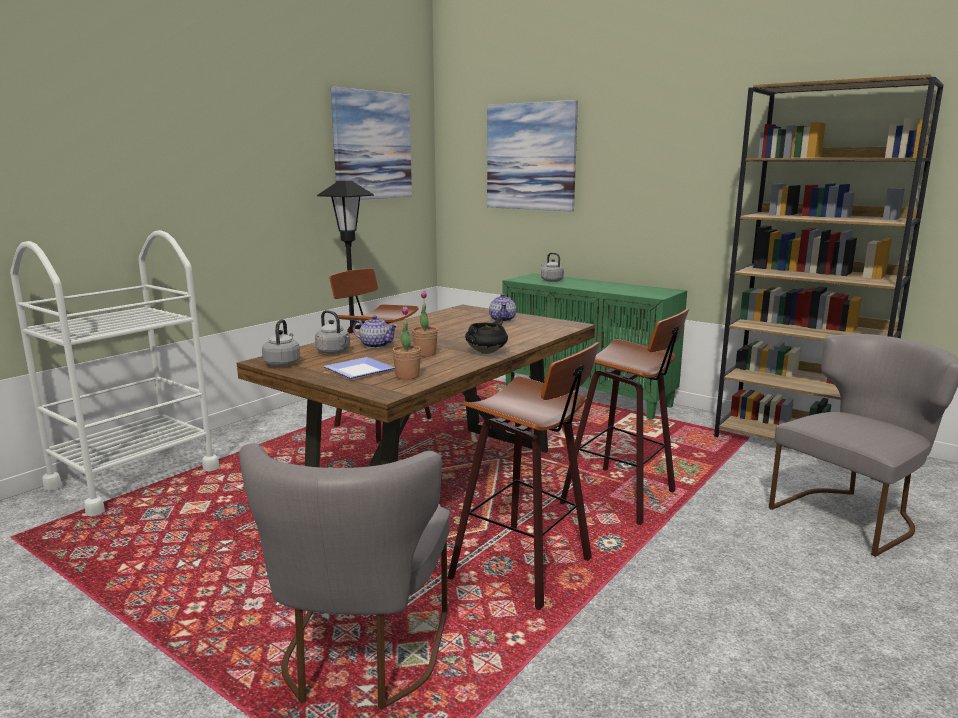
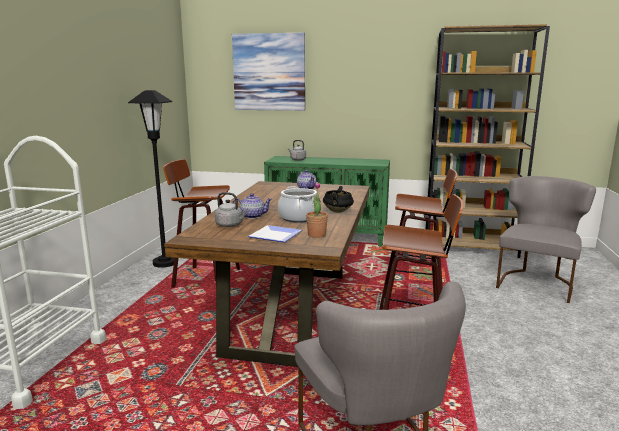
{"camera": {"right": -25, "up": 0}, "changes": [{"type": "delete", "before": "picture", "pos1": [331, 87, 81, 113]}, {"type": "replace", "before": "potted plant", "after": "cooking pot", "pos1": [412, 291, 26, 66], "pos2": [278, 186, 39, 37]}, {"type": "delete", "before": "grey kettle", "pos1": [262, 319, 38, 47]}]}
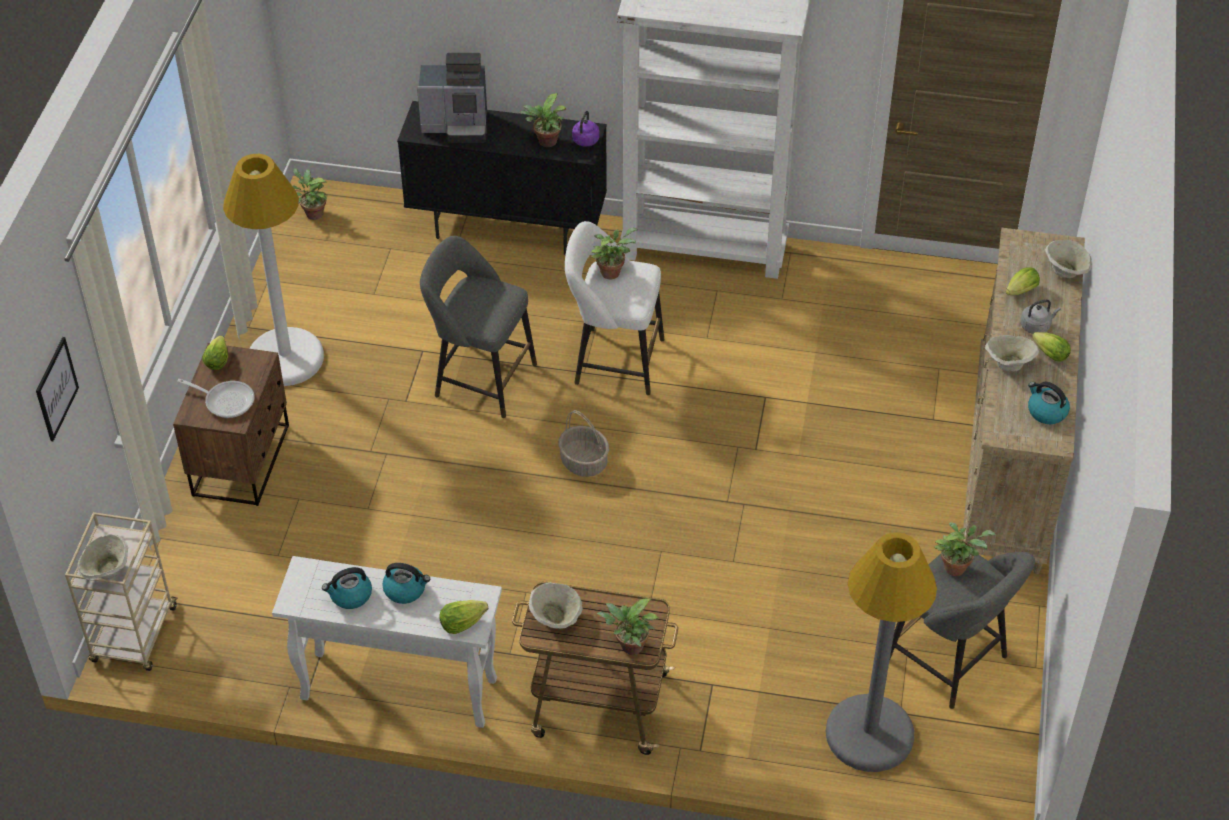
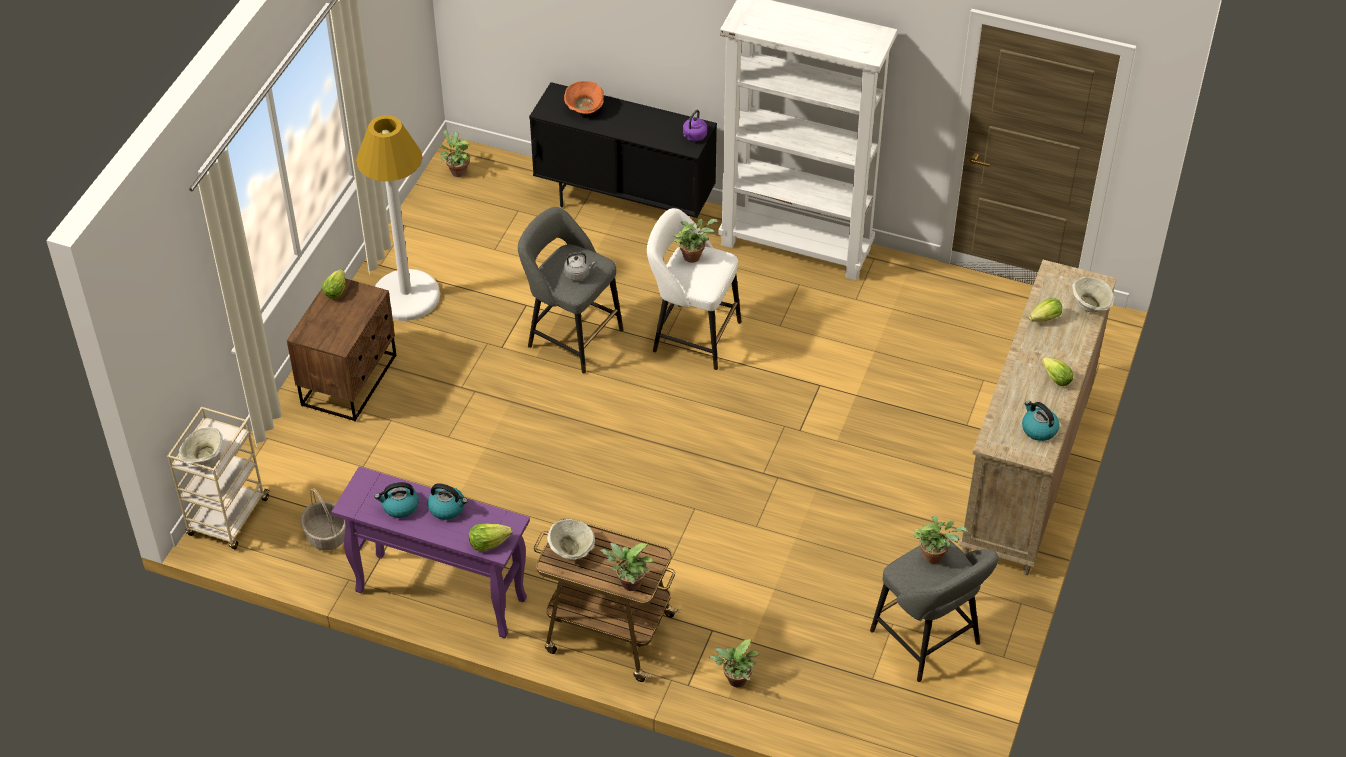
{"camera": {"right": 10, "up": 0}, "changes": [{"type": "replace", "before": "coffee machine", "after": "orange bowl", "pos1": [417, 53, 70, 90], "pos2": [564, 81, 40, 33]}, {"type": "move", "before": "potted plant", "pos1": [519, 93, 47, 54], "pos2": [709, 639, 50, 49]}, {"type": "move", "before": "grey kettle", "pos1": [1021, 300, 40, 34], "pos2": [564, 252, 33, 29]}, {"type": "delete", "before": "beige bowl", "pos1": [985, 335, 54, 37]}, {"type": "delete", "before": "picture", "pos1": [36, 337, 43, 104]}, {"type": "delete", "before": "frying pan", "pos1": [177, 379, 77, 39]}, {"type": "move", "before": "basket", "pos1": [559, 410, 50, 67], "pos2": [301, 488, 44, 62]}, {"type": "delete", "before": "grey floor lamp", "pos1": [826, 532, 111, 240]}, {"type": "recolor", "before": "white console table", "after": "purple console table", "pos1": [272, 556, 230, 172], "pos2": [331, 466, 199, 172]}]}
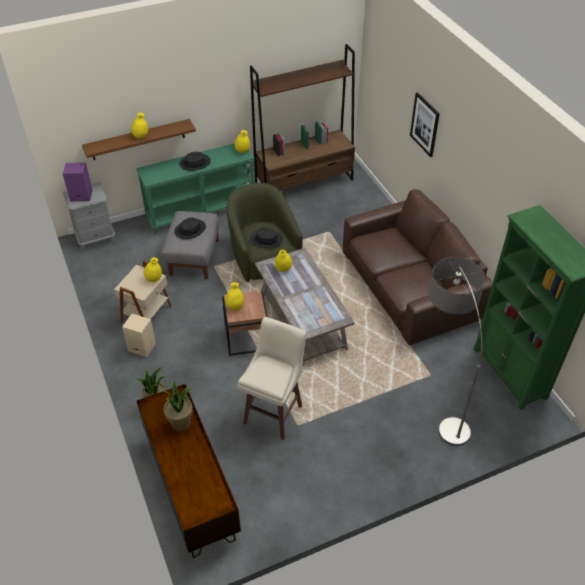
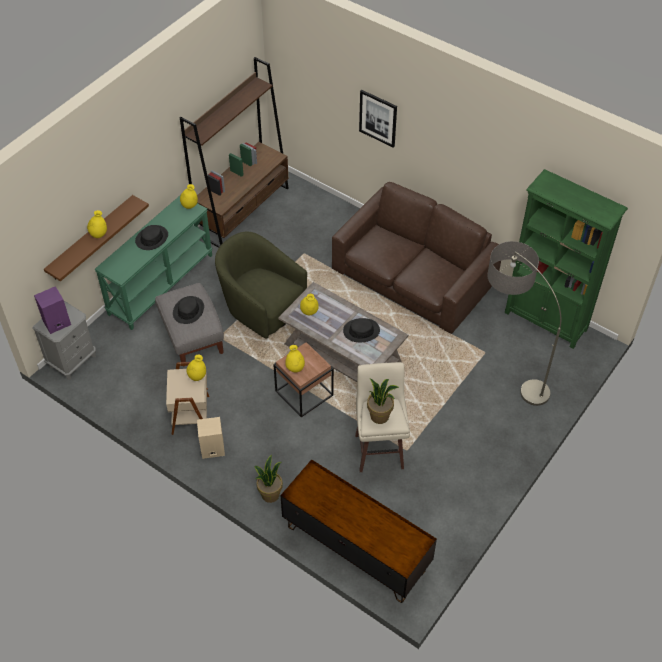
{"camera": {"right": -30, "up": 5}, "changes": [{"type": "move", "before": "black hat", "pos1": [250, 227, 33, 21], "pos2": [343, 318, 37, 24]}, {"type": "move", "before": "potted plant", "pos1": [164, 380, 29, 51], "pos2": [367, 378, 32, 46]}]}
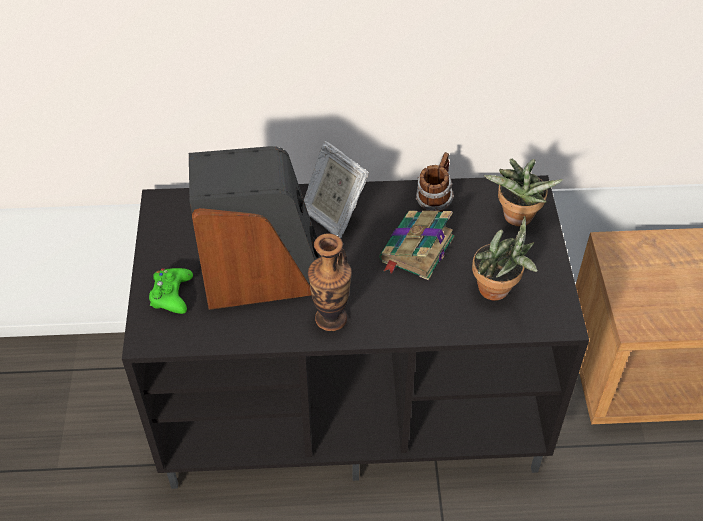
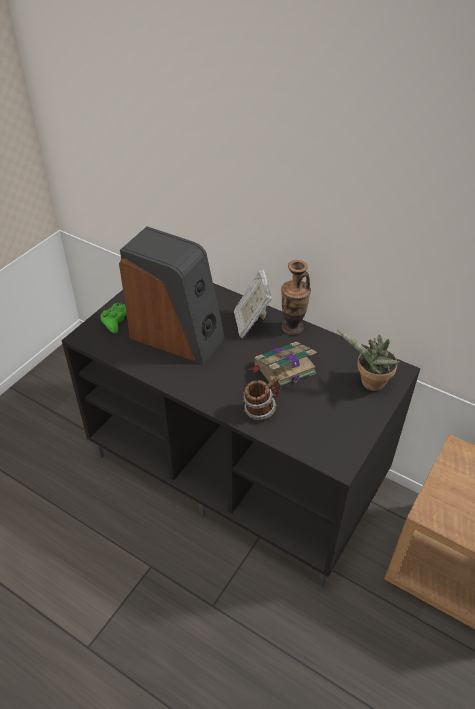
{"camera": {"right": 35, "up": -5}, "changes": [{"type": "move", "before": "mug", "pos1": [416, 152, 38, 60], "pos2": [243, 376, 38, 45]}, {"type": "delete", "before": "potted plant", "pos1": [472, 216, 66, 85]}, {"type": "move", "before": "vase", "pos1": [308, 233, 44, 98], "pos2": [281, 260, 30, 75]}]}
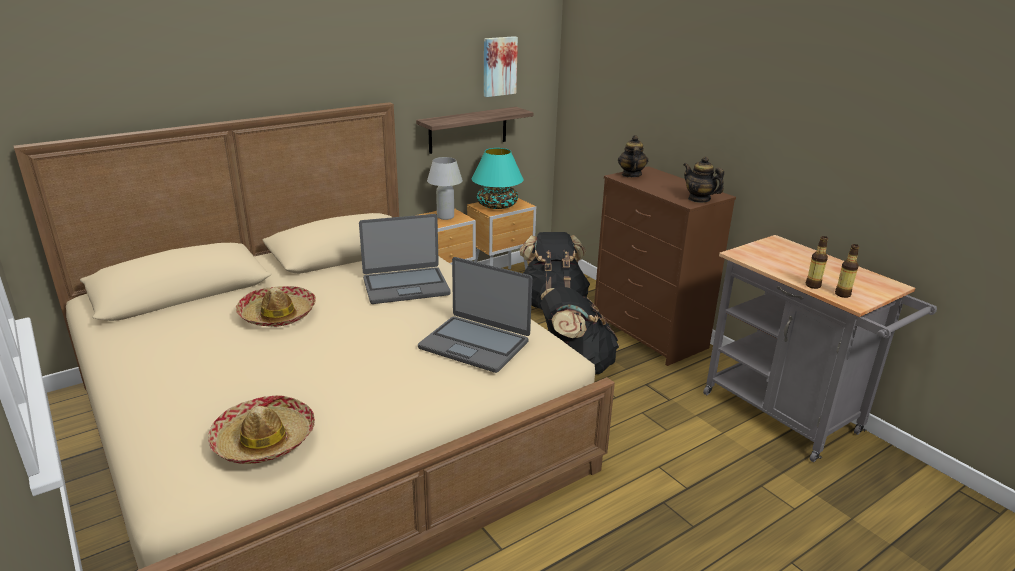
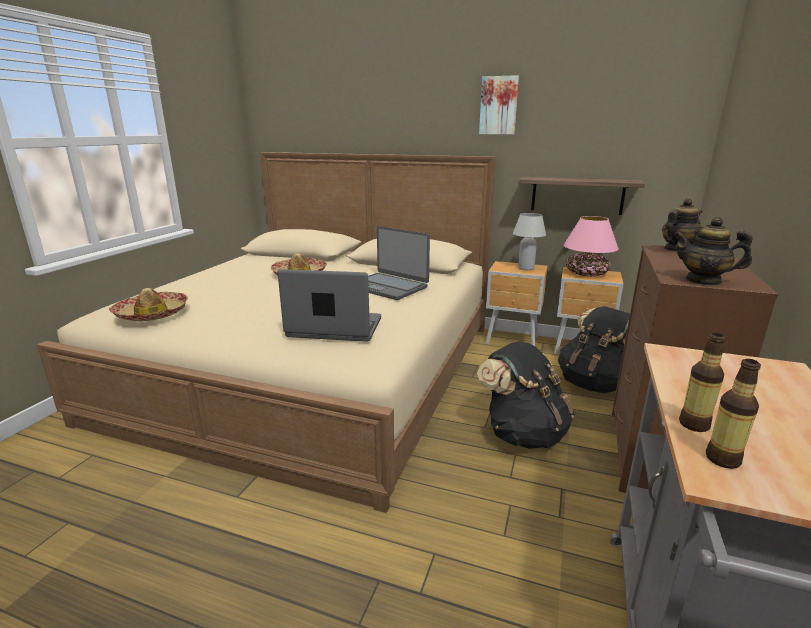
{"camera": {"right": 55, "up": -5}, "changes": [{"type": "move", "before": "picture", "pos1": [484, 36, 34, 61], "pos2": [479, 75, 40, 59]}, {"type": "recolor", "before": "turquoise table lamp", "after": "pink table lamp", "pos1": [472, 148, 52, 61], "pos2": [563, 216, 56, 60]}, {"type": "rotate", "before": "teapot", "pos1": [683, 156, 41, 47], "pos2": [674, 217, 79, 69], "turn": -75}, {"type": "rotate", "before": "laptop", "pos1": [418, 257, 114, 116], "pos2": [278, 269, 103, 73], "turn": 105}]}
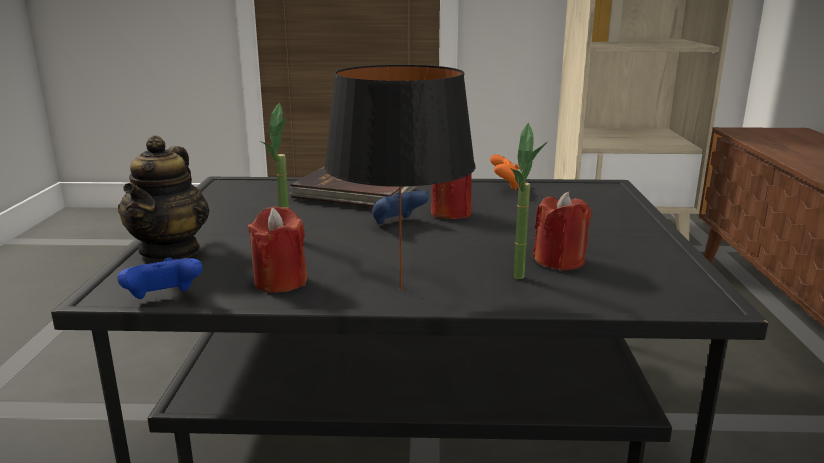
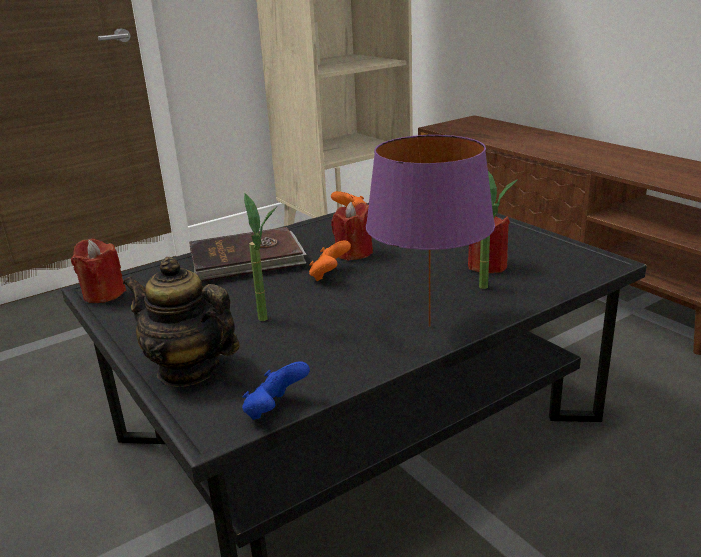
{"camera": {"right": -35, "up": 5}, "changes": [{"type": "recolor", "before": "black table lamp", "after": "purple table lamp", "pos1": [324, 65, 152, 225], "pos2": [366, 135, 129, 192]}, {"type": "rotate", "before": "teapot", "pos1": [118, 135, 92, 126], "pos2": [123, 257, 117, 130], "turn": 150}, {"type": "recolor", "before": "blue game controller", "after": "orange game controller", "pos1": [372, 191, 57, 34], "pos2": [309, 240, 42, 41]}, {"type": "move", "before": "red candle", "pos1": [248, 206, 59, 87], "pos2": [71, 238, 55, 65]}]}
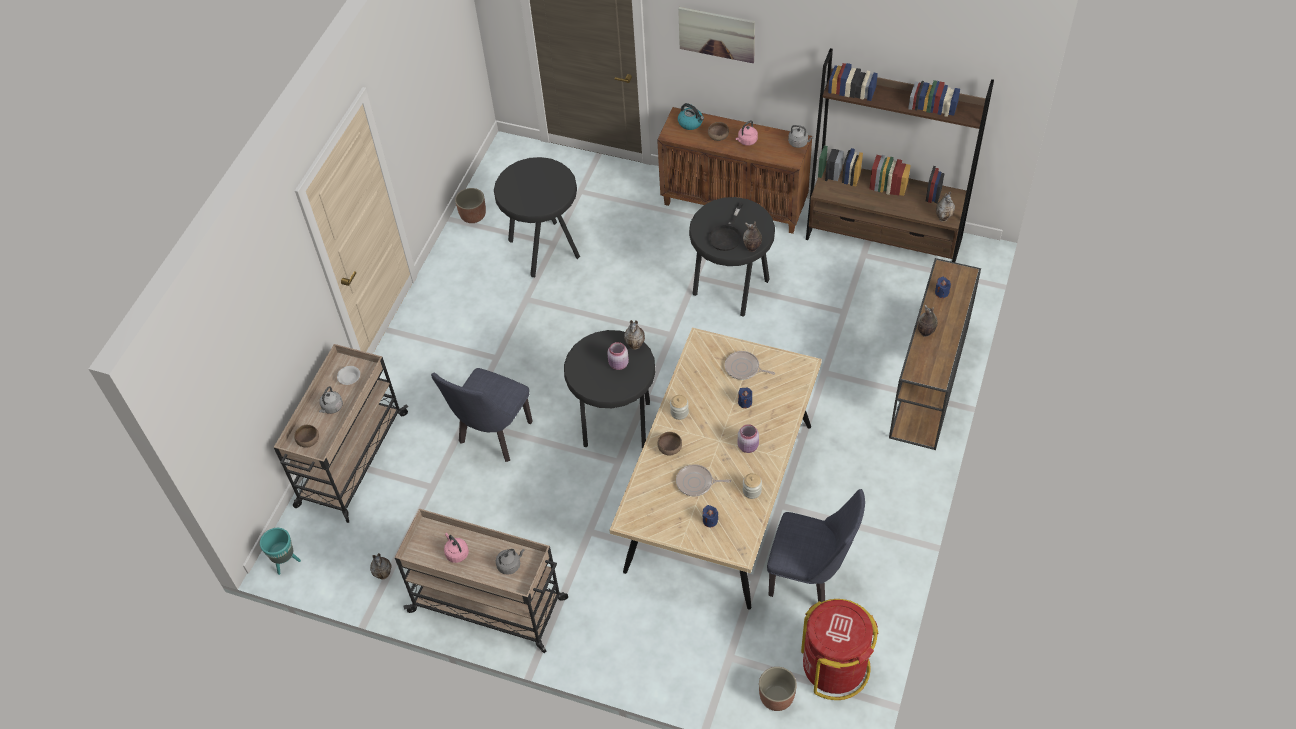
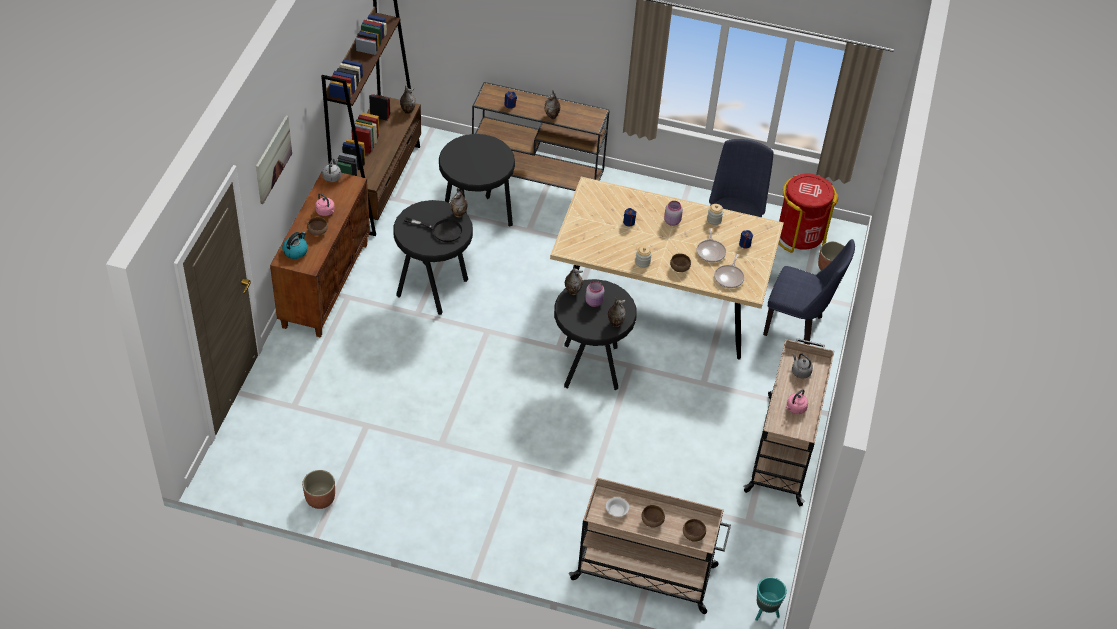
{"camera": {"right": -100, "up": -5}, "changes": [{"type": "move", "before": "black stool", "pos1": [494, 157, 86, 120], "pos2": [439, 134, 76, 92]}, {"type": "move", "before": "frying pan", "pos1": [725, 351, 50, 29], "pos2": [714, 254, 30, 34]}, {"type": "move", "before": "blue chair", "pos1": [431, 368, 102, 94], "pos2": [763, 239, 92, 106]}, {"type": "replace", "before": "grey kettle", "after": "brown bowl", "pos1": [319, 386, 24, 28], "pos2": [642, 505, 23, 22]}, {"type": "move", "before": "vase", "pos1": [370, 553, 22, 27], "pos2": [608, 297, 18, 30]}]}
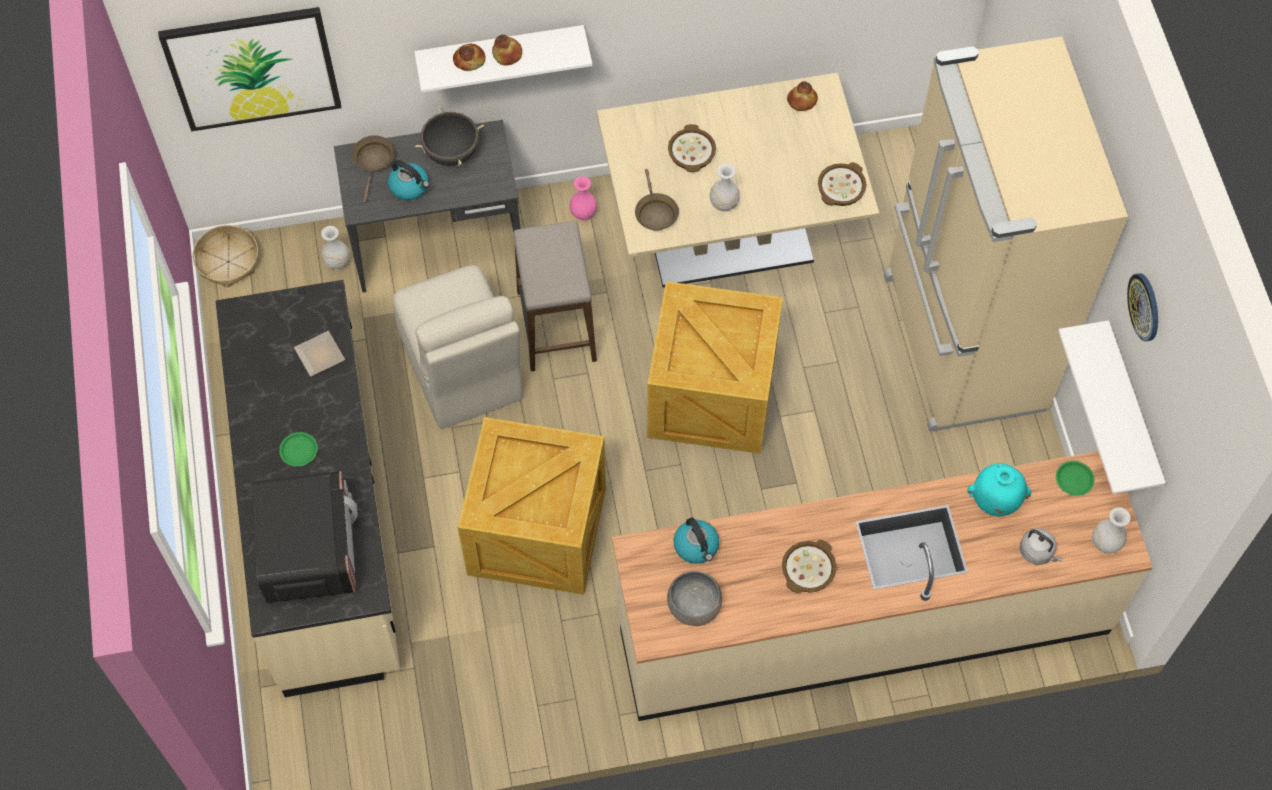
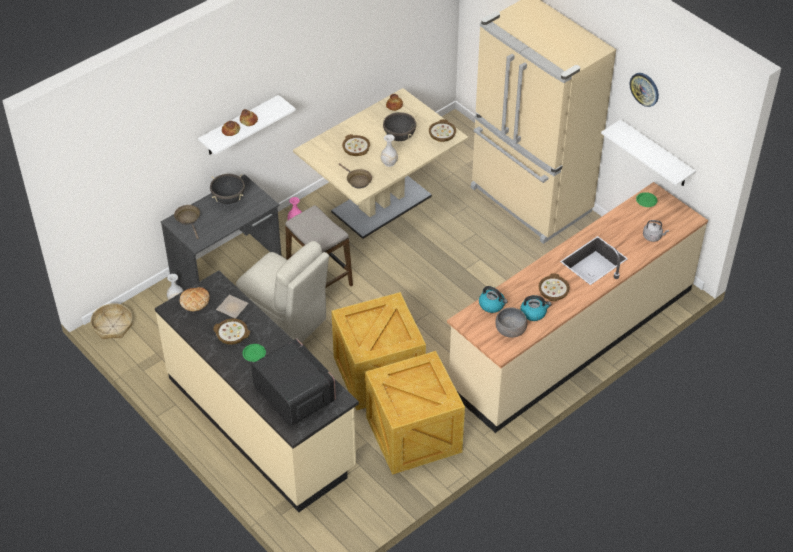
{"camera": {"right": -30, "up": -15}, "changes": [{"type": "delete", "before": "picture", "pos1": [158, 7, 184, 125]}, {"type": "move", "before": "kettle", "pos1": [388, 160, 41, 41], "pos2": [520, 295, 32, 26]}, {"type": "move", "before": "crate", "pos1": [647, 281, 136, 173], "pos2": [365, 351, 100, 124]}, {"type": "delete", "before": "turquoise vase", "pos1": [968, 463, 63, 53]}, {"type": "delete", "before": "white vase", "pos1": [1092, 507, 39, 47]}, {"type": "insert", "after": "black cooking pot", "pos2": [382, 112, 35, 29]}, {"type": "insert", "after": "bread", "pos2": [180, 287, 30, 24]}, {"type": "insert", "after": "bowl", "pos2": [213, 318, 37, 27]}]}
